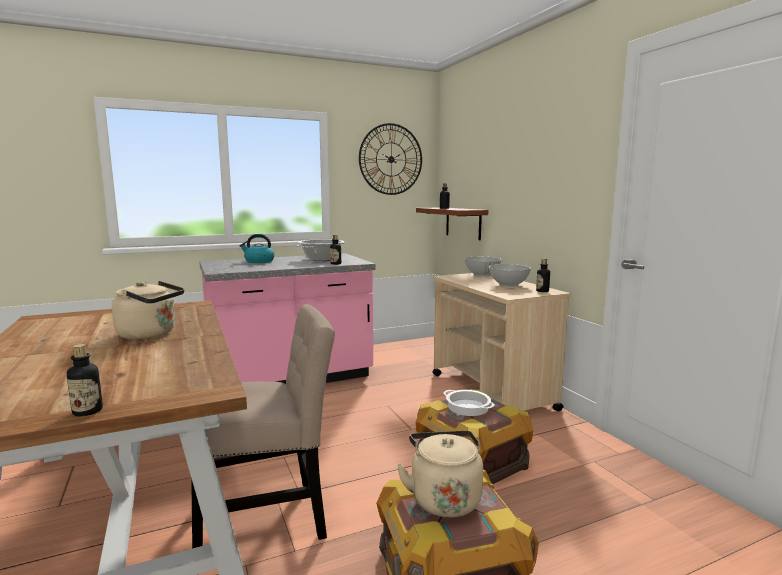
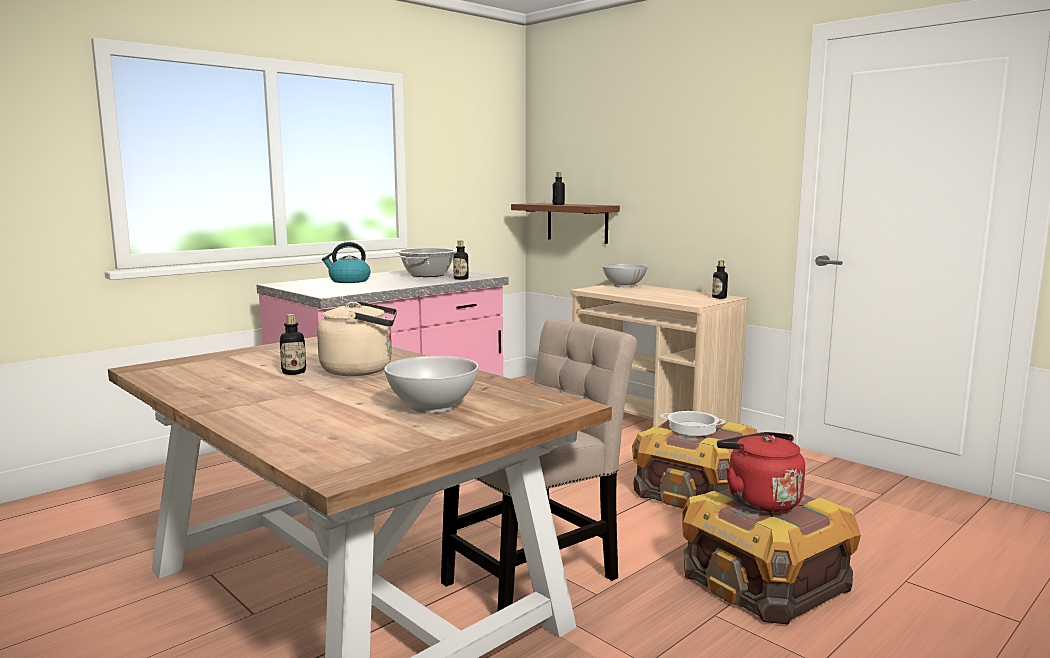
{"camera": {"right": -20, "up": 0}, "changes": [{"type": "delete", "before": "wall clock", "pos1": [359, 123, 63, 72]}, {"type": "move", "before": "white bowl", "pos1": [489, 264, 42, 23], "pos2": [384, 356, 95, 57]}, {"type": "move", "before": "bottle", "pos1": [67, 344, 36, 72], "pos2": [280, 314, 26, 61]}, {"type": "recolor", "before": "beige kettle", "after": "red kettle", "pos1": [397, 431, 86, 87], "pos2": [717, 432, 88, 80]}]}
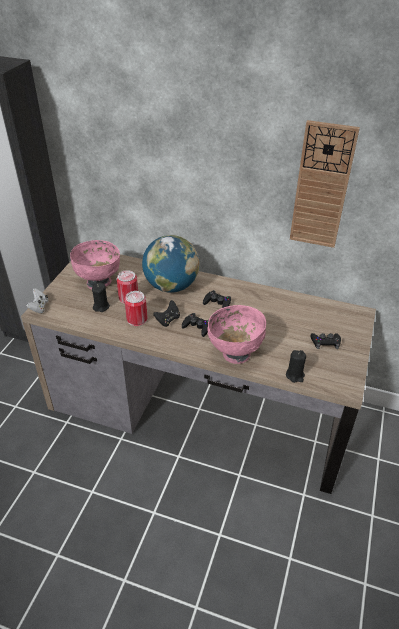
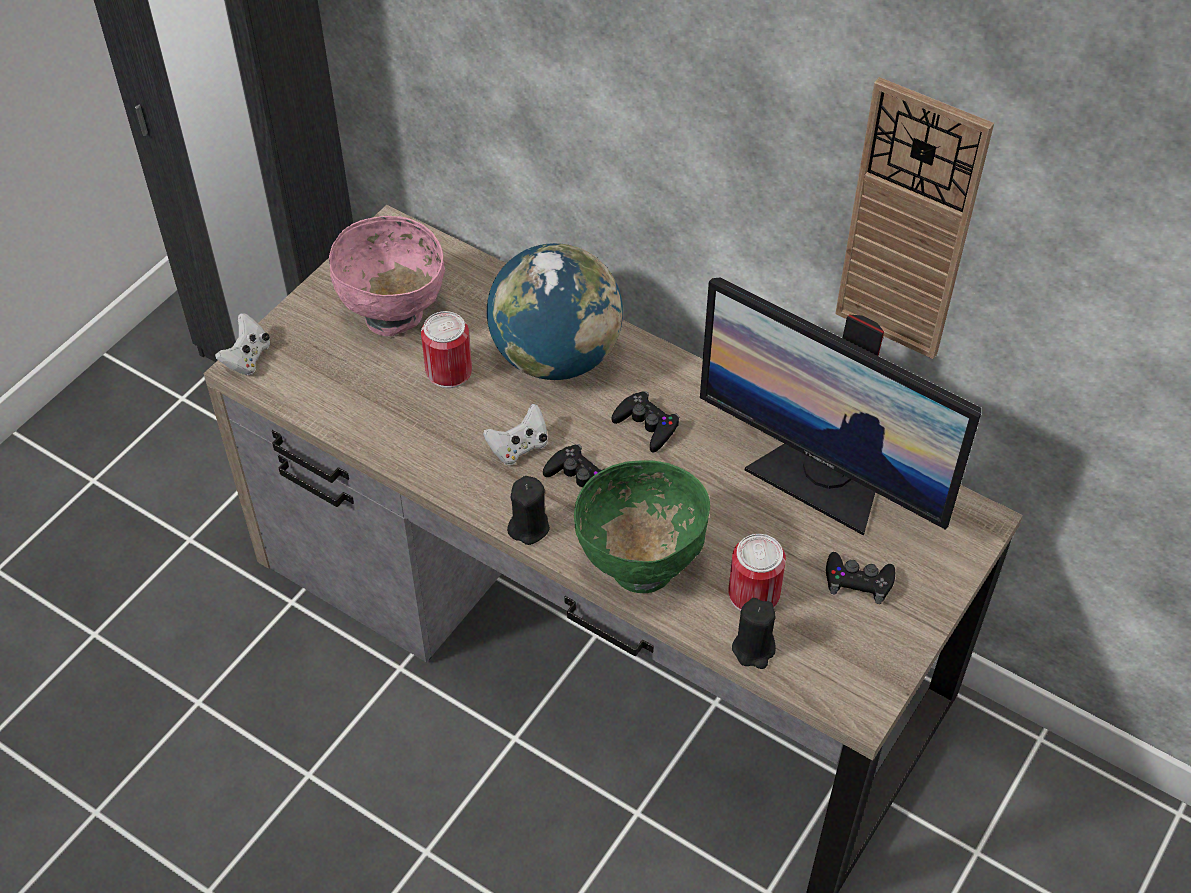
{"camera": {"right": 15, "up": 10}, "changes": [{"type": "move", "before": "black candle", "pos1": [92, 282, 18, 30], "pos2": [507, 476, 43, 69]}, {"type": "move", "before": "can", "pos1": [124, 291, 23, 35], "pos2": [728, 534, 58, 77]}, {"type": "recolor", "before": "black game controller", "after": "white game controller", "pos1": [153, 300, 27, 27], "pos2": [483, 404, 65, 61]}, {"type": "recolor", "before": "pink bowl", "after": "green bowl", "pos1": [208, 305, 58, 59], "pos2": [574, 460, 136, 133]}, {"type": "insert", "after": "monitor", "pos2": [700, 277, 281, 259]}]}
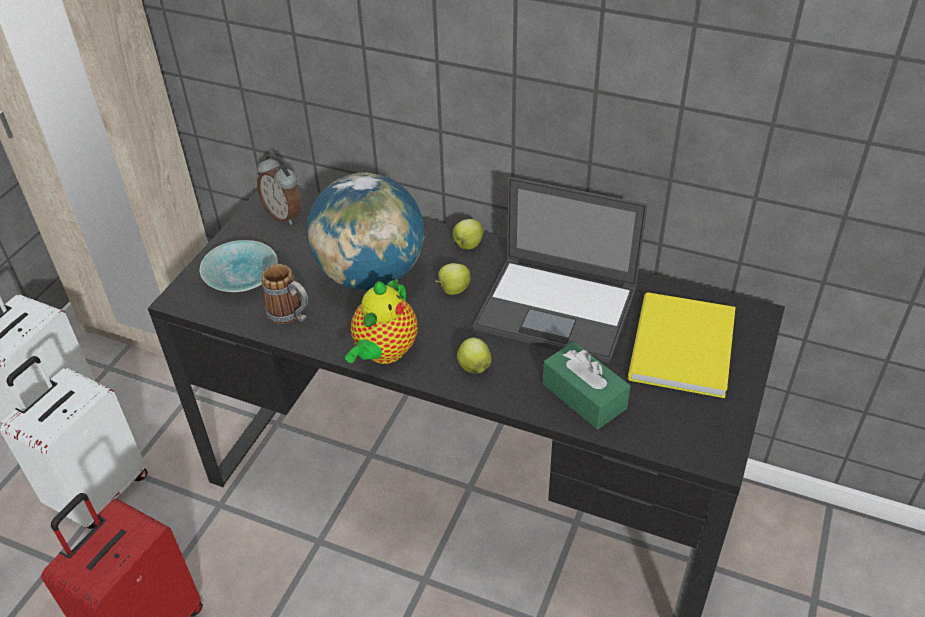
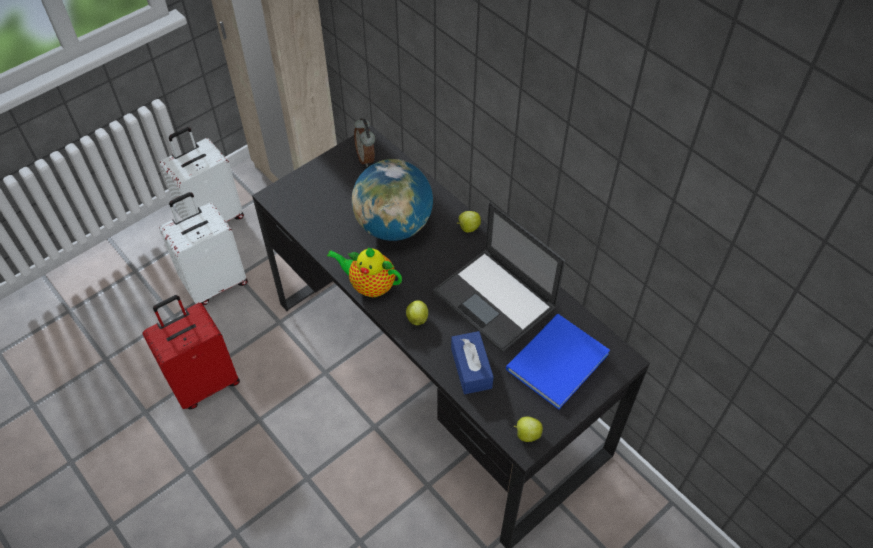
{"camera": {"right": 25, "up": 10}, "changes": [{"type": "delete", "before": "turquoise bowl", "pos1": [200, 240, 78, 52]}, {"type": "move", "before": "apple", "pos1": [436, 263, 35, 32], "pos2": [514, 417, 29, 25]}, {"type": "delete", "before": "mug", "pos1": [262, 264, 46, 60]}, {"type": "rotate", "before": "teapot", "pos1": [345, 278, 72, 86], "pos2": [327, 247, 75, 50], "turn": 60}, {"type": "recolor", "before": "yellow book", "after": "blue book", "pos1": [628, 292, 108, 106], "pos2": [506, 314, 104, 95]}, {"type": "recolor", "before": "green tissue box", "after": "blue tissue box", "pos1": [543, 342, 88, 87], "pos2": [451, 331, 42, 63]}]}
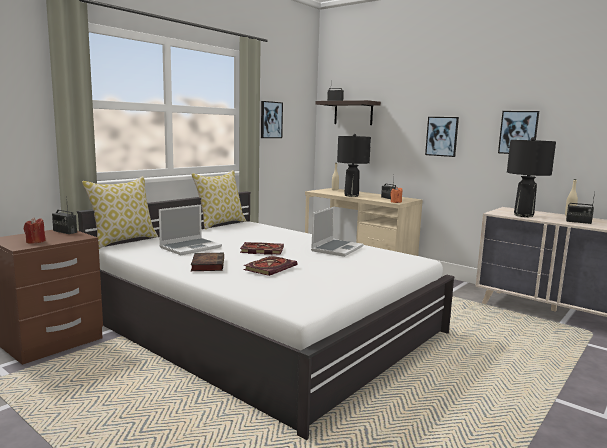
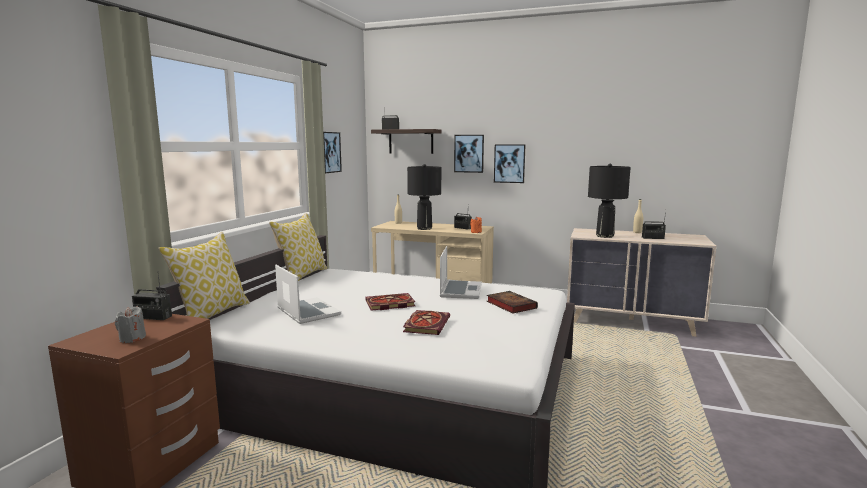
{"camera": {"right": -20, "up": 0}, "changes": [{"type": "move", "before": "picture", "pos1": [498, 111, 41, 43], "pos2": [454, 135, 30, 38]}, {"type": "rotate", "before": "laptop", "pos1": [159, 204, 63, 51], "pos2": [275, 265, 66, 59], "turn": -60}, {"type": "recolor", "before": "red candle", "after": "grey candle", "pos1": [24, 217, 22, 27], "pos2": [115, 306, 31, 37]}, {"type": "move", "before": "book", "pos1": [191, 253, 33, 18], "pos2": [487, 291, 51, 23]}]}
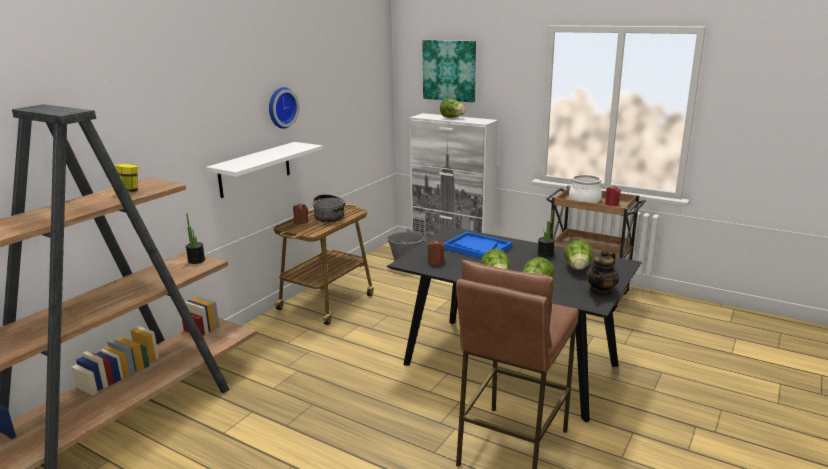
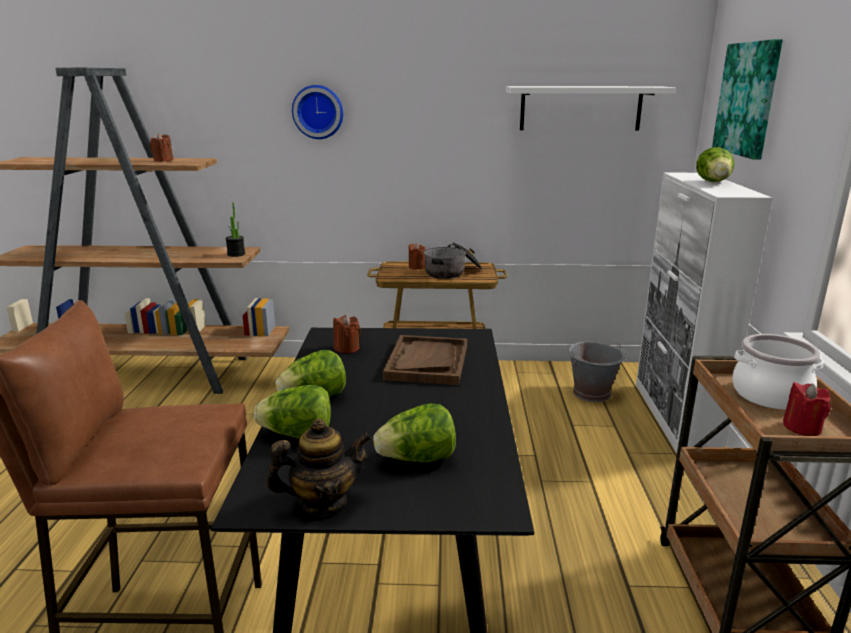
{"camera": {"right": 60, "up": 0}, "changes": [{"type": "move", "before": "wall clock", "pos1": [269, 87, 30, 42], "pos2": [292, 85, 51, 54]}, {"type": "move", "before": "white shelf", "pos1": [206, 142, 117, 56], "pos2": [506, 86, 170, 45]}, {"type": "replace", "before": "jar", "after": "brown candle", "pos1": [115, 164, 23, 28], "pos2": [150, 133, 24, 29]}, {"type": "delete", "before": "potted plant", "pos1": [537, 209, 18, 49]}, {"type": "recolor", "before": "blue tray", "after": "brown tray", "pos1": [444, 232, 68, 27], "pos2": [383, 335, 84, 50]}, {"type": "rotate", "before": "teapot", "pos1": [586, 250, 33, 46], "pos2": [266, 418, 106, 98], "turn": 150}]}
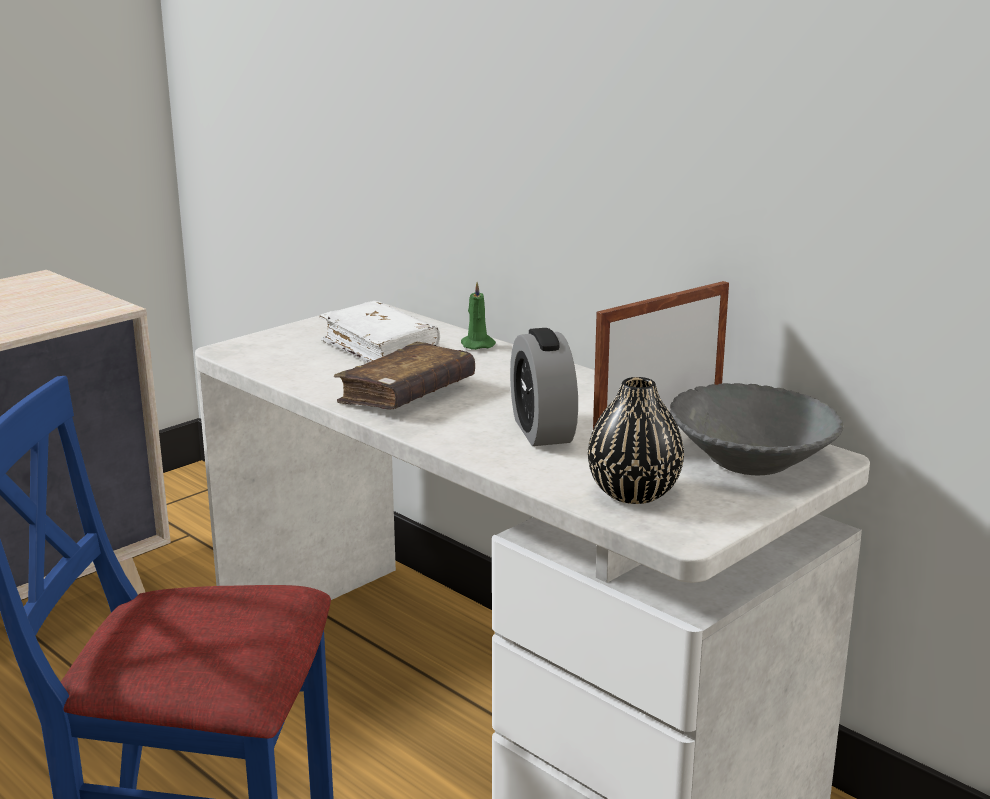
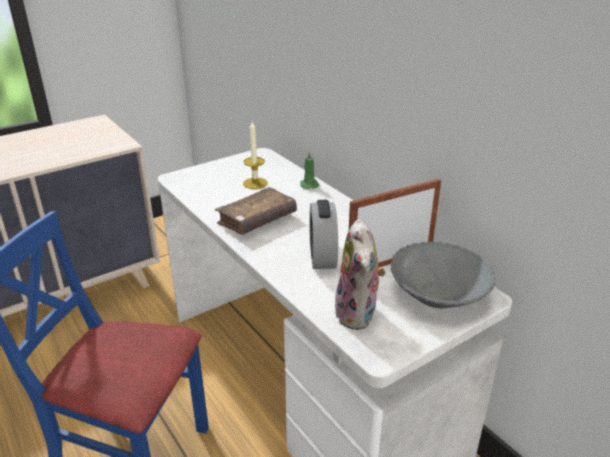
{"camera": {"right": 10, "up": 10}, "changes": [{"type": "replace", "before": "white book", "after": "candle", "pos1": [319, 301, 121, 62], "pos2": [243, 121, 25, 68]}, {"type": "replace", "before": "black vase", "after": "plush toy", "pos1": [588, 377, 96, 127], "pos2": [334, 218, 52, 112]}]}
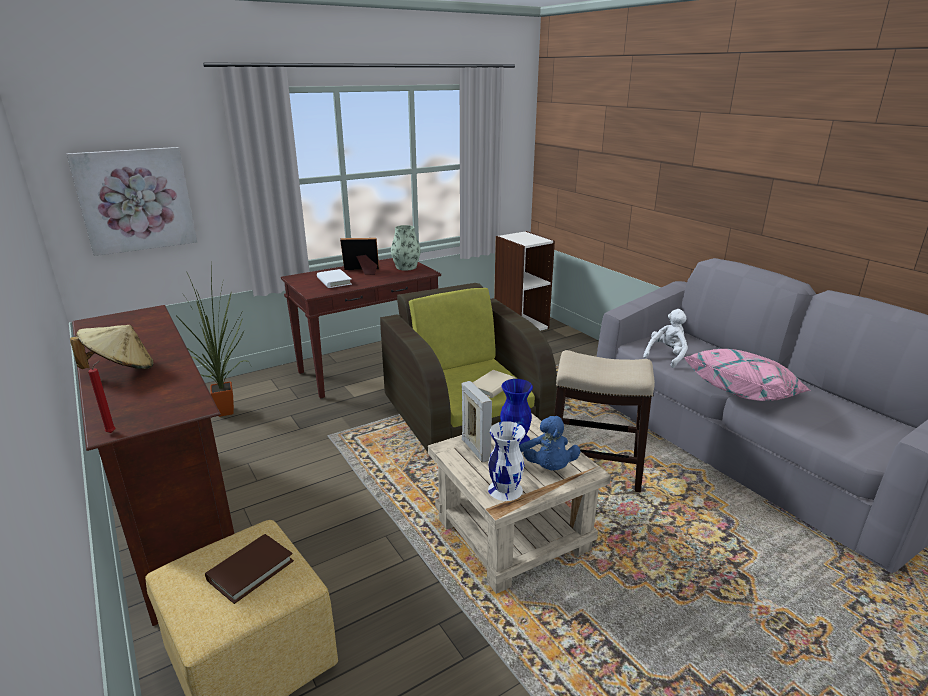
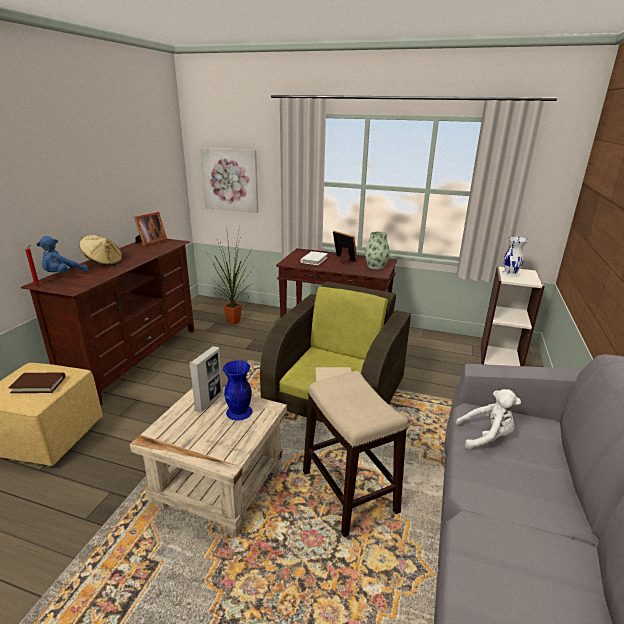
{"camera": {"right": 50, "up": 0}, "changes": [{"type": "delete", "before": "pink pillow", "pos1": [683, 349, 128, 52]}, {"type": "move", "before": "blue plush toy", "pos1": [519, 416, 61, 54], "pos2": [36, 236, 52, 37]}, {"type": "move", "before": "white vase", "pos1": [488, 421, 38, 80], "pos2": [501, 237, 27, 40]}, {"type": "insert", "after": "picture frame", "pos2": [134, 212, 33, 34]}]}
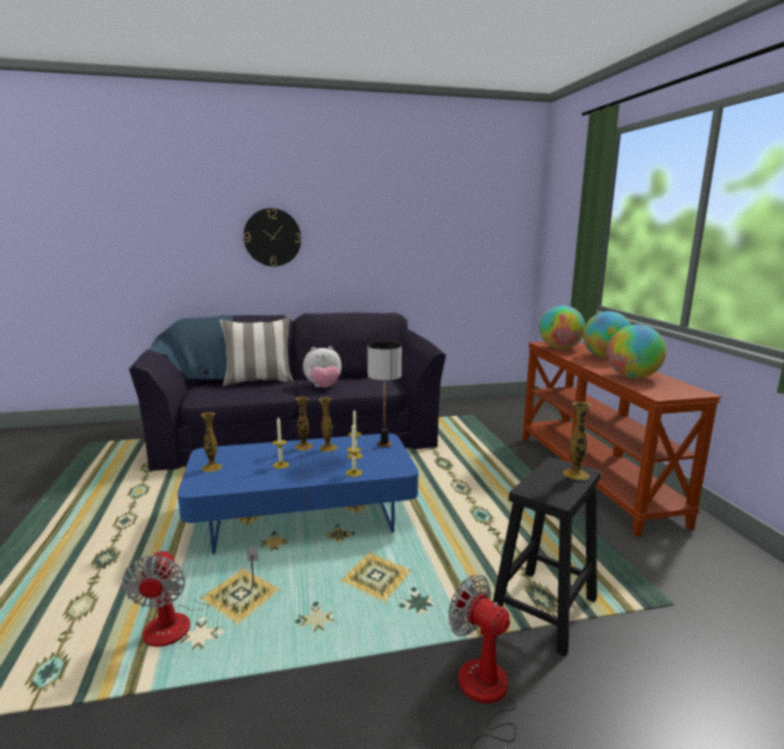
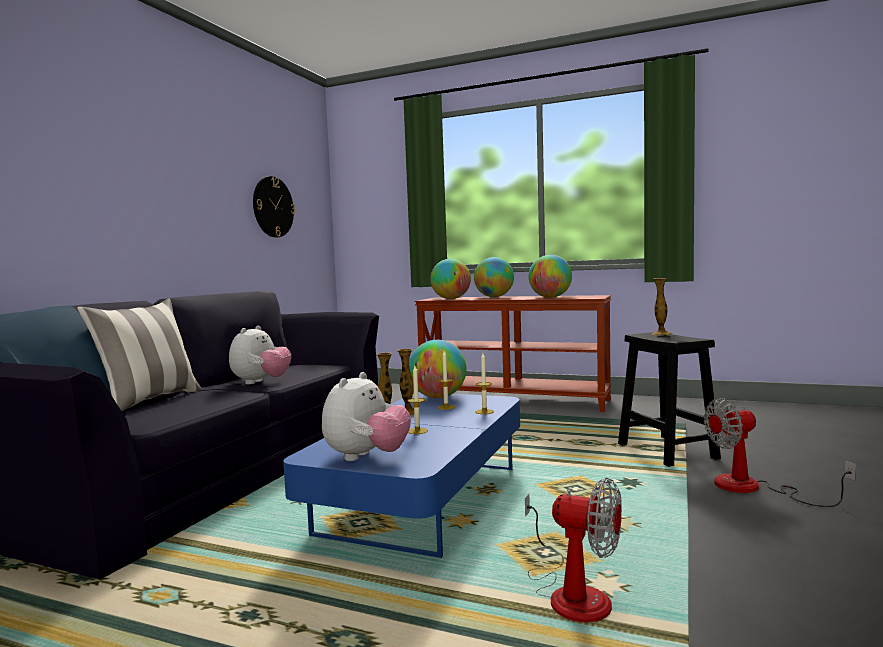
{"camera": {"right": -55, "up": -10}, "changes": [{"type": "move", "before": "wall clock", "pos1": [243, 208, 58, 58], "pos2": [253, 176, 42, 62]}, {"type": "replace", "before": "table lamp", "after": "globe", "pos1": [367, 341, 35, 107], "pos2": [409, 340, 57, 58]}, {"type": "replace", "before": "vase", "after": "plush toy", "pos1": [201, 412, 21, 60], "pos2": [322, 372, 89, 89]}]}
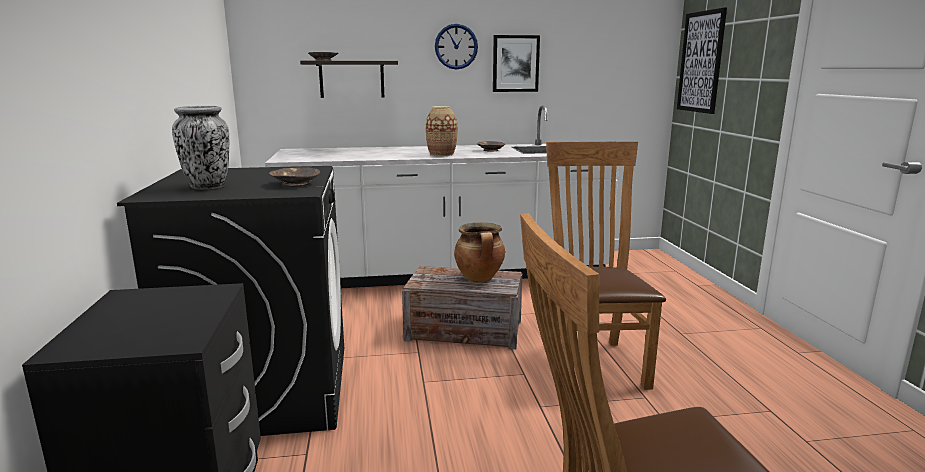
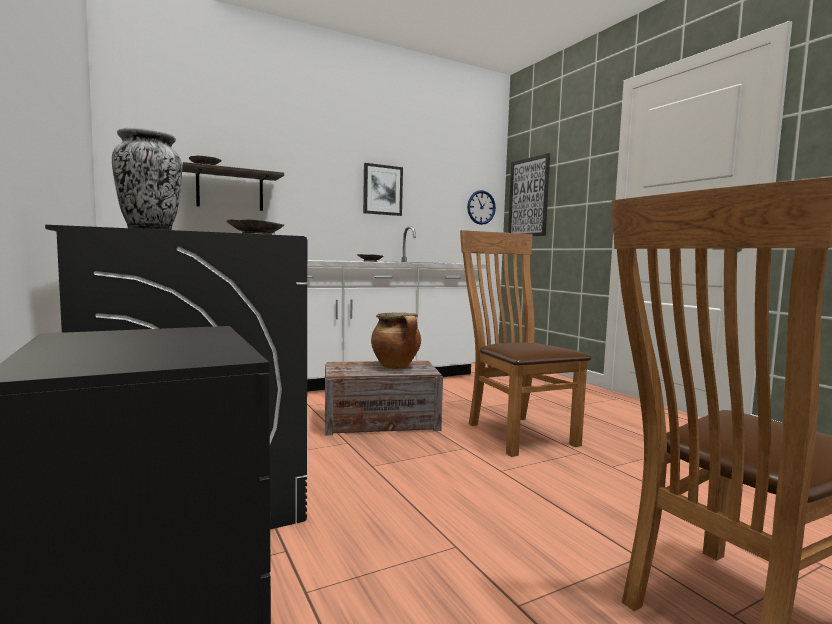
{"camera": {"right": -20, "up": -10}, "changes": [{"type": "move", "before": "wall clock", "pos1": [435, 24, 43, 46], "pos2": [467, 190, 29, 35]}, {"type": "delete", "before": "vase", "pos1": [426, 106, 31, 50]}]}
